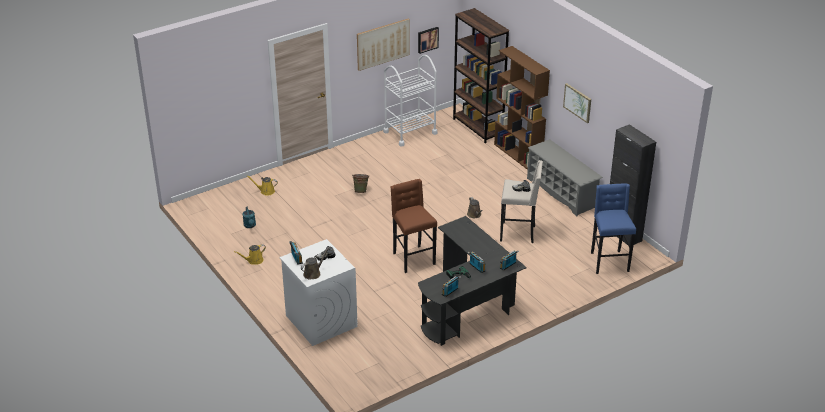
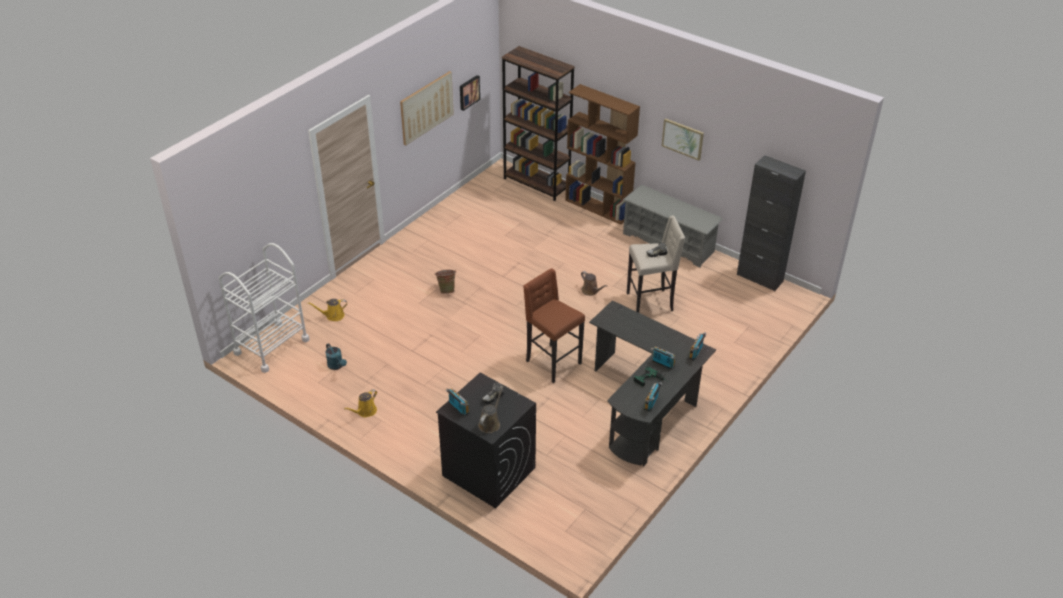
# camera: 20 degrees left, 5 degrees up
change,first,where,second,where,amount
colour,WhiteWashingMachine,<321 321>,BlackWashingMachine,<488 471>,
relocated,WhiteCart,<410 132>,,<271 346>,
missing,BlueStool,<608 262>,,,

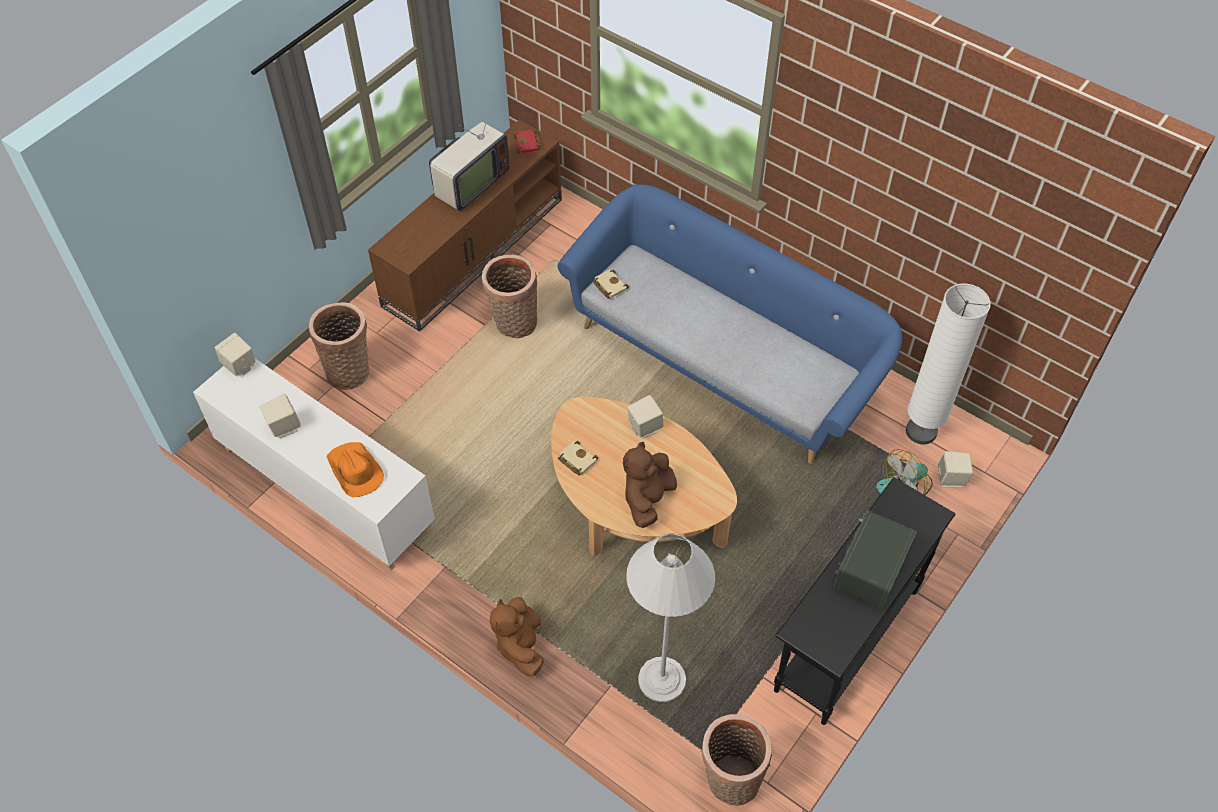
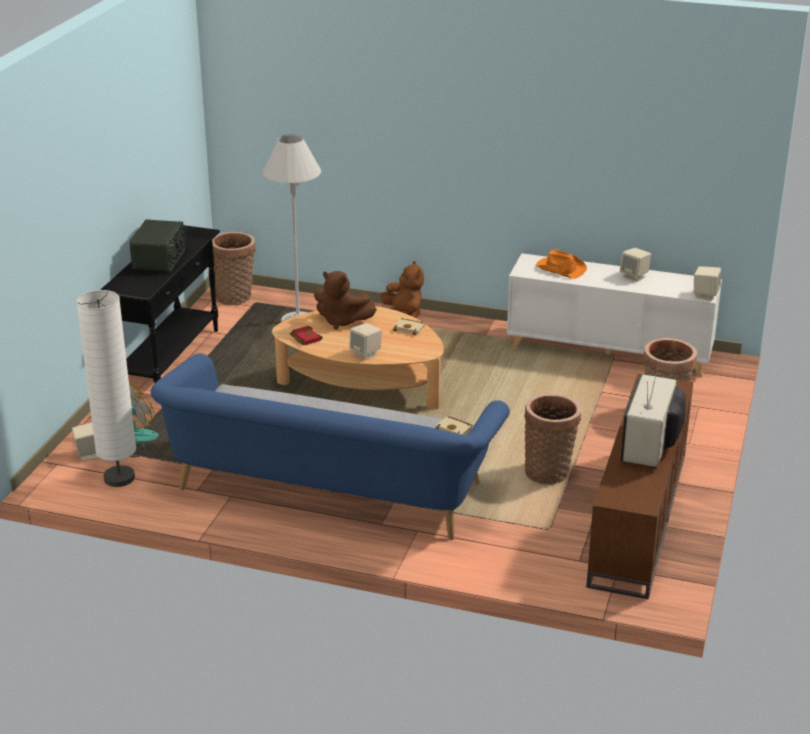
# camera: 160 degrees right, 25 degrees down
change,first,where,second,where,amount
relocated,RedBook,<528 144>,,<304 338>,
spun,BrownPlushToy,<647 499>,,<342 321>,105 degrees clockwise

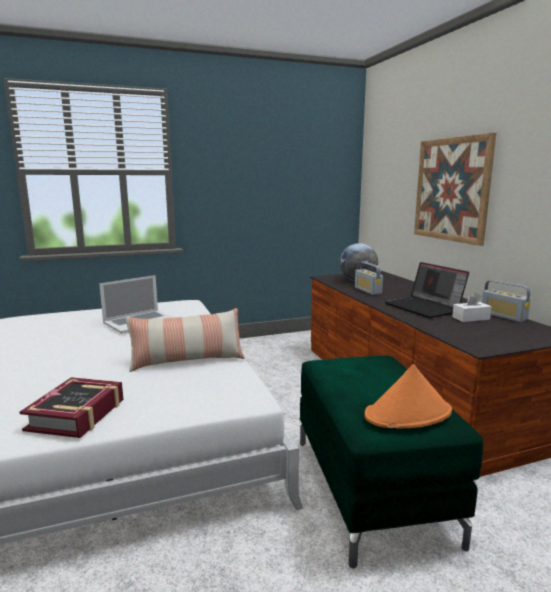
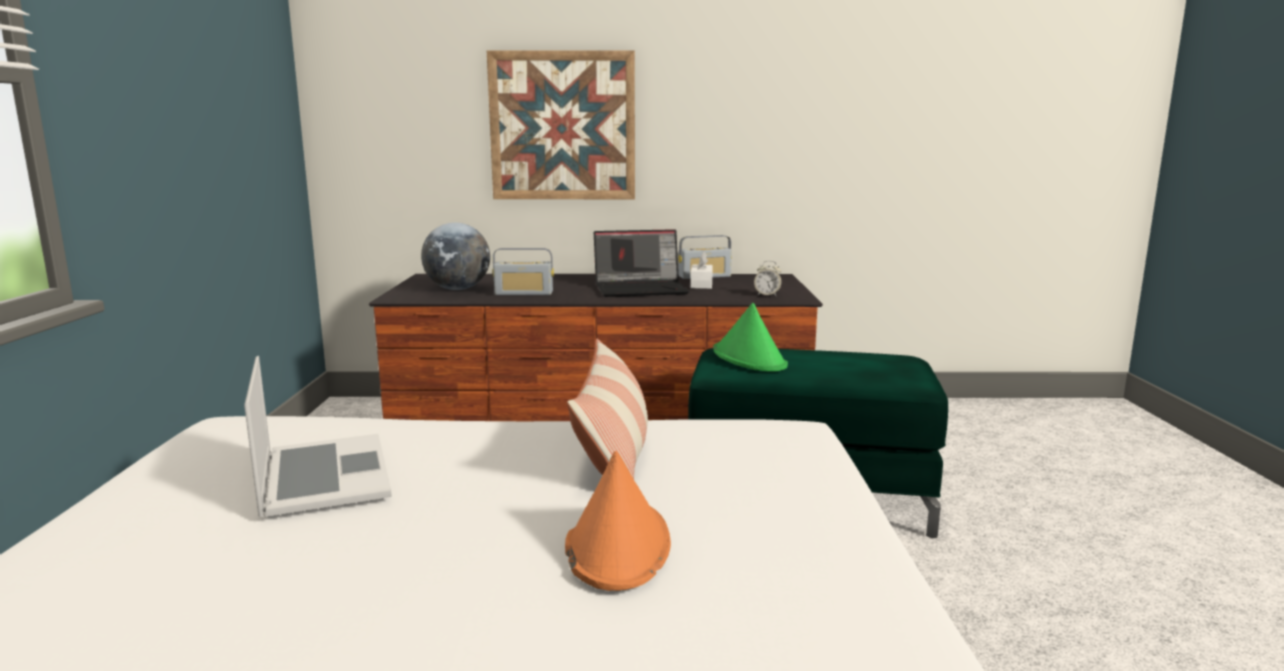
# camera: 70 degrees left, 0 degrees up
change,first,where,second,where,amount
missing,Book,<77 414>,,,
relocated,OrangeHat,<408 414>,,<617 545>,
appeared,,,GreenHat,<749 358>,
appeared,,,AlarmClock,<767 295>,

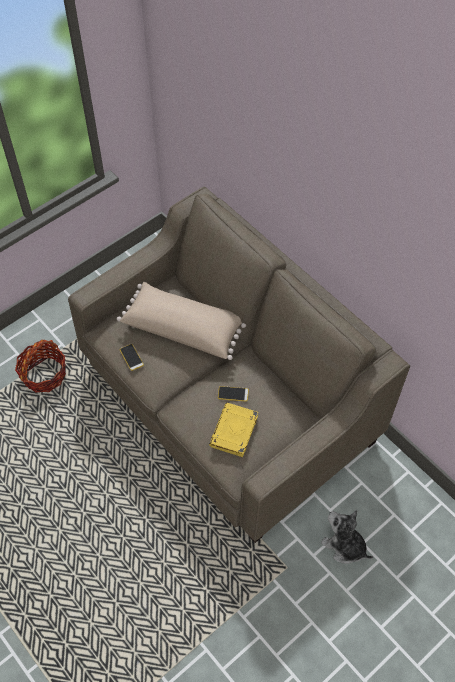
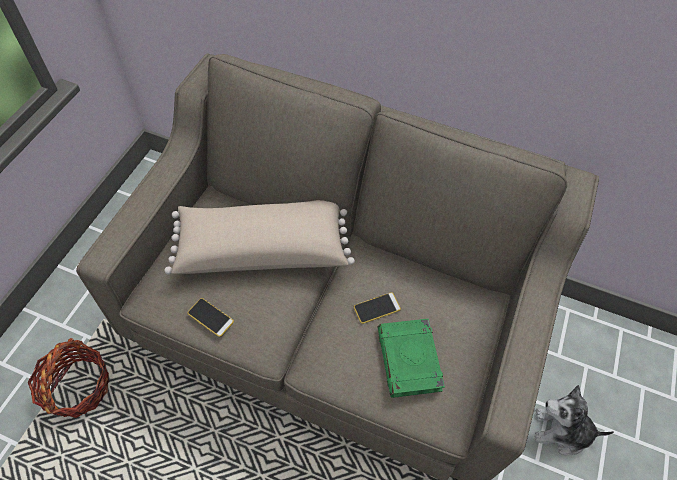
# camera: 30 degrees left, 0 degrees up
change,first,where,second,where,amount
colour,YellowBook,<234 432>,GreenBook,<409 360>,

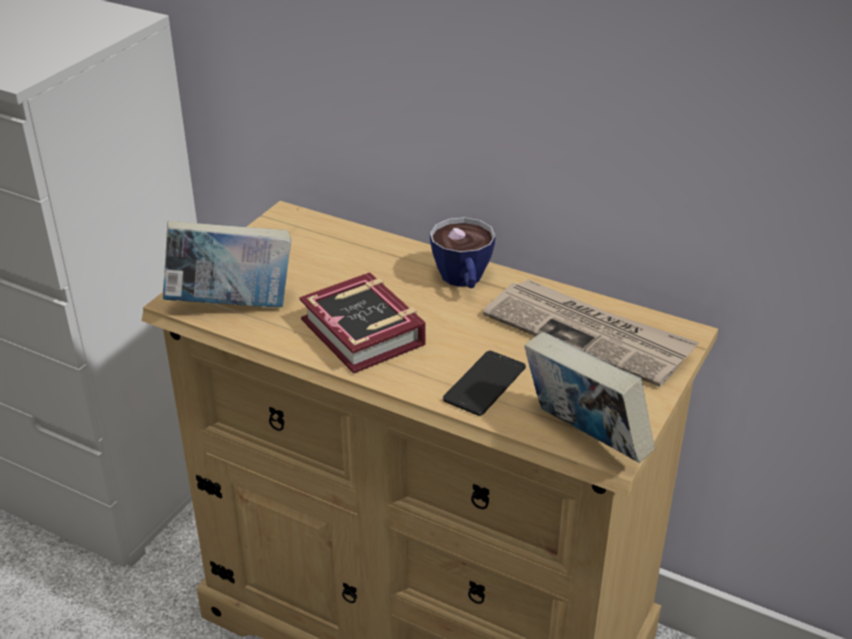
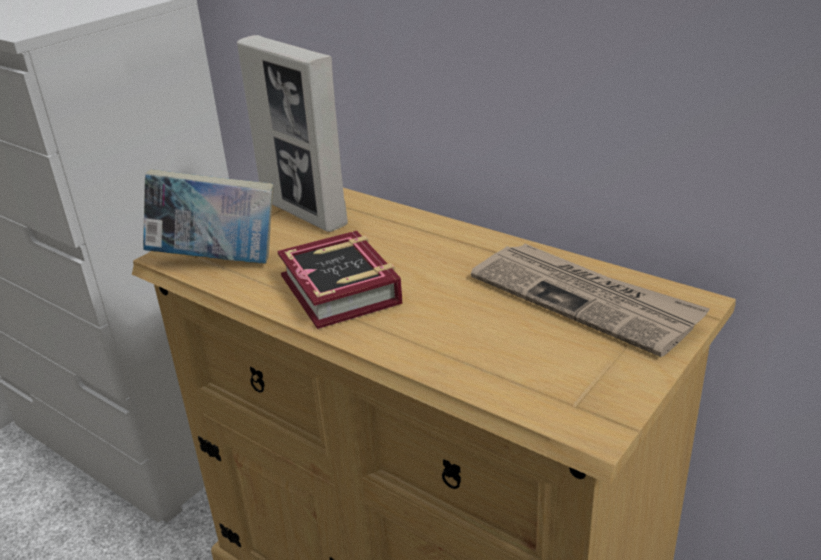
# camera: 10 degrees right, 5 degrees down
change,first,where,second,where,amount
missing,Cup,<463 281>,,,
missing,Phone,<485 384>,,,
missing,Book,<583 438>,,,
appeared,,,PictureFrame,<303 213>,

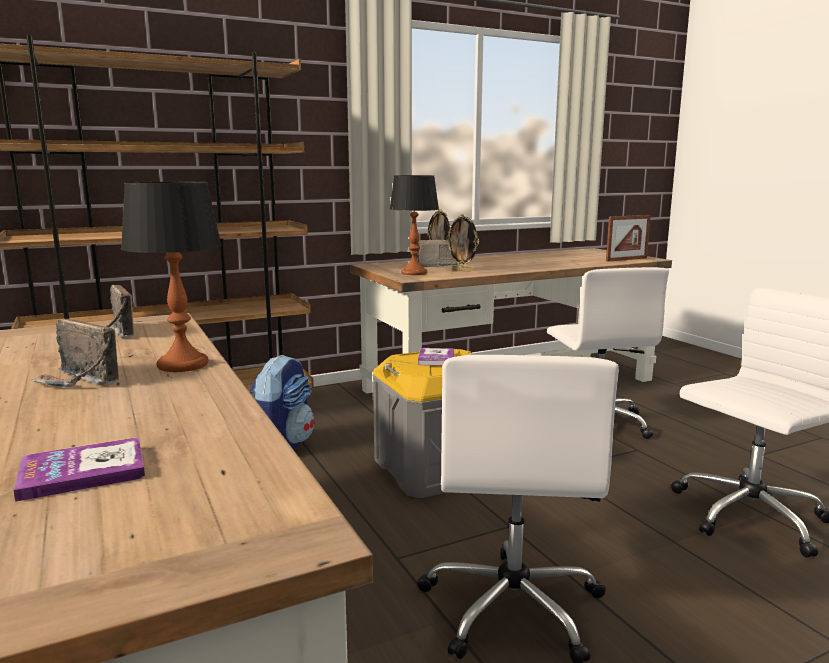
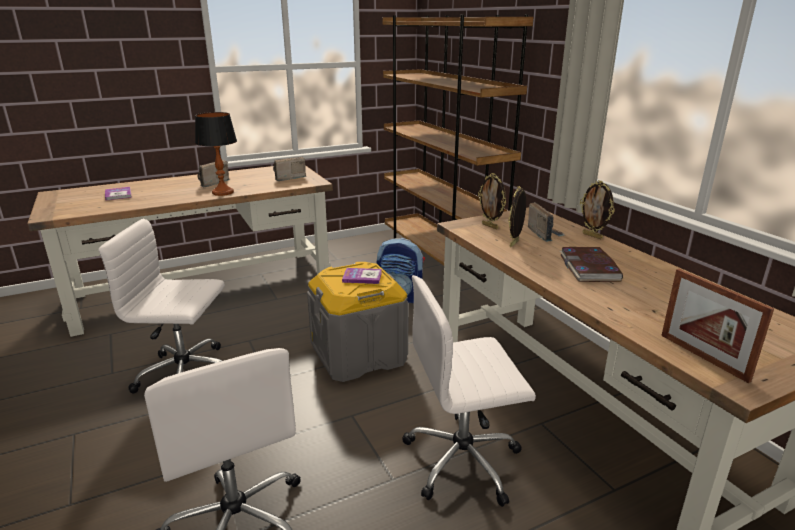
# camera: 90 degrees right, 10 degrees up
change,first,where,second,where,amount
exchanged,TableLamp,<414 273>,PictureFrame,<490 226>,
appeared,,,Book,<589 268>,

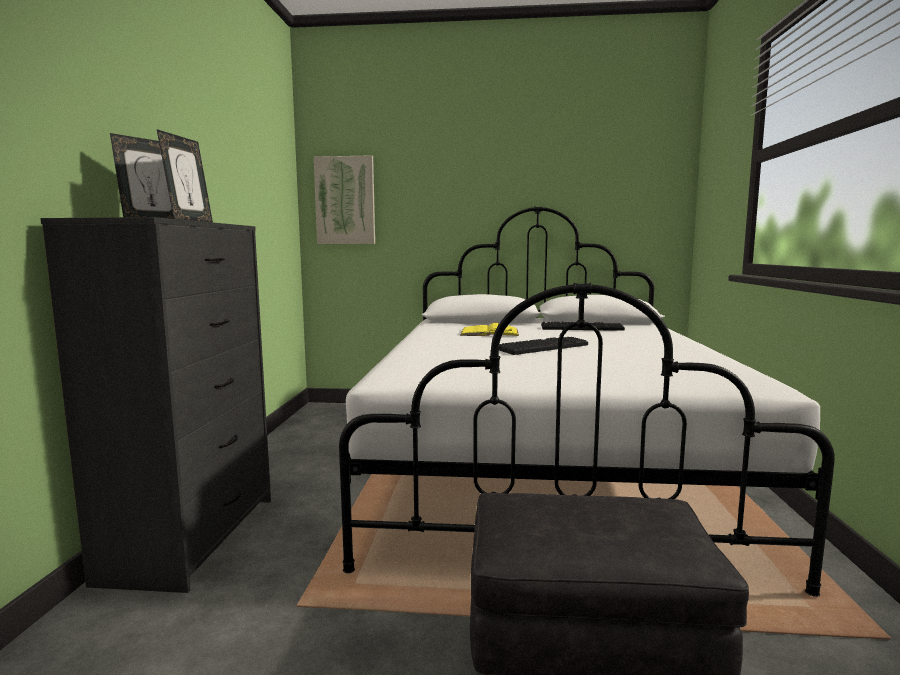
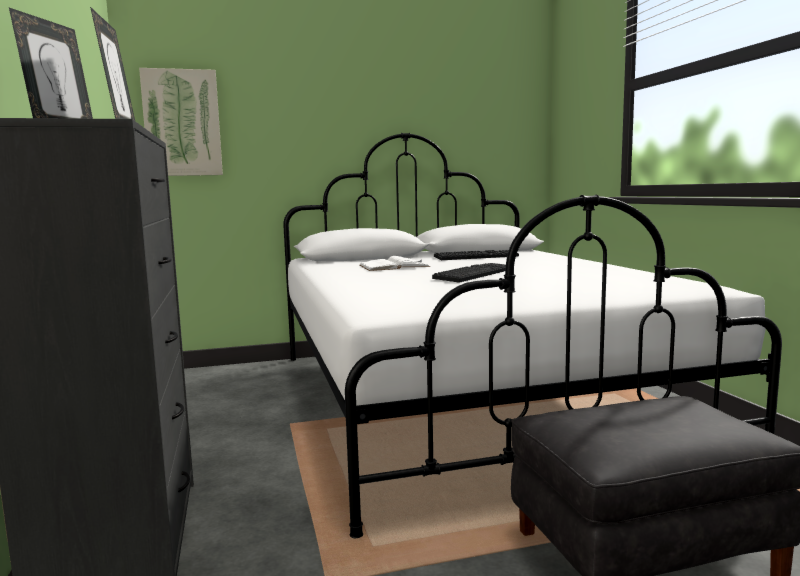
# camera: 20 degrees left, 0 degrees up
change,first,where,second,where,amount
colour,YellowBook,<489 332>,WhiteBook,<393 266>,

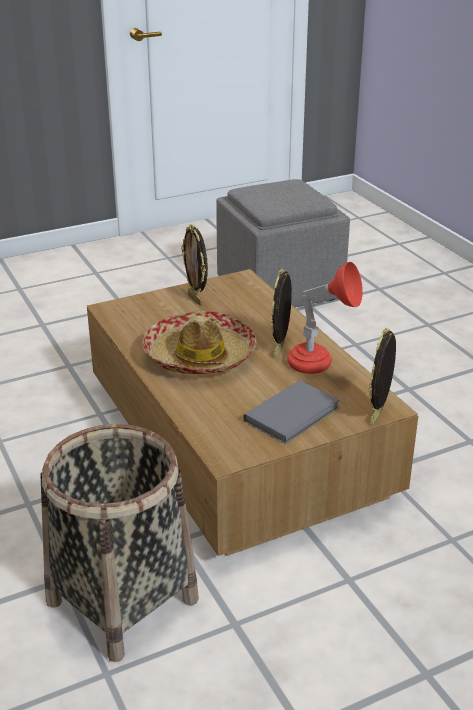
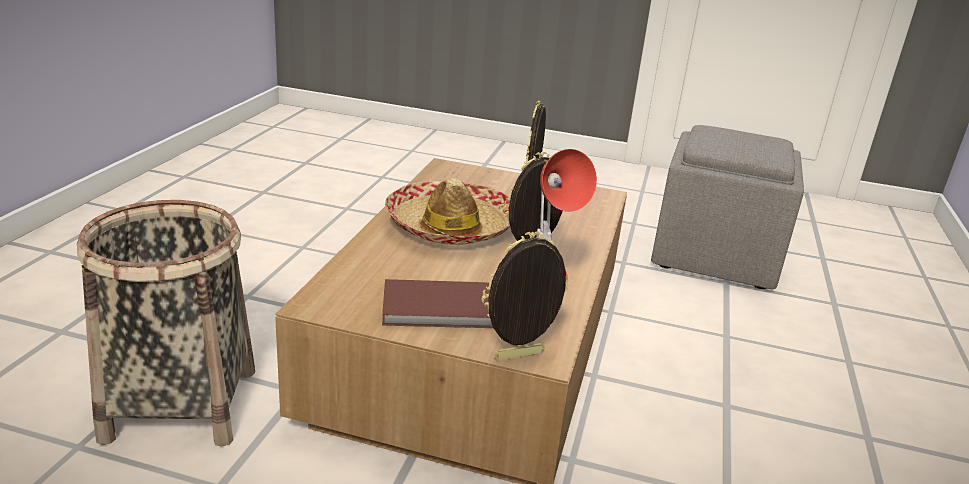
# camera: 40 degrees right, 5 degrees down
change,first,where,second,where,amount
colour,GreyBook,<294 415>,BrownBook,<439 309>,

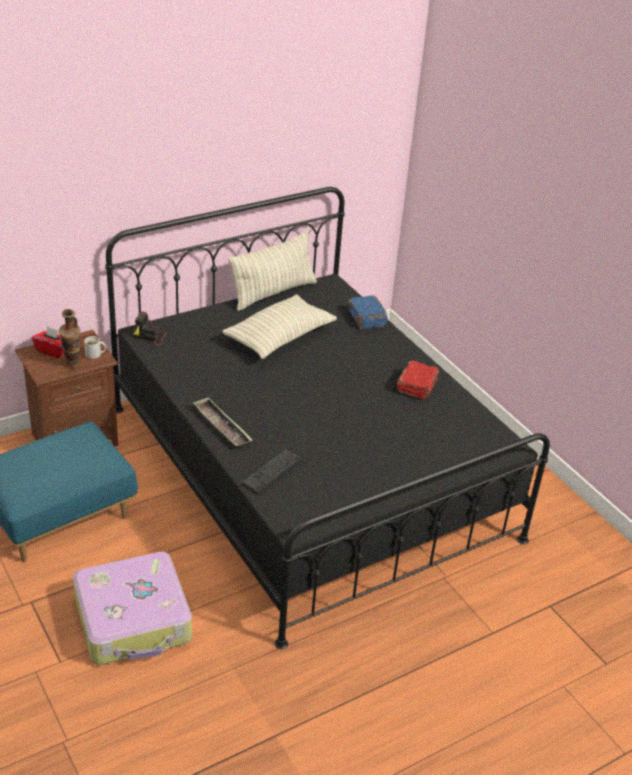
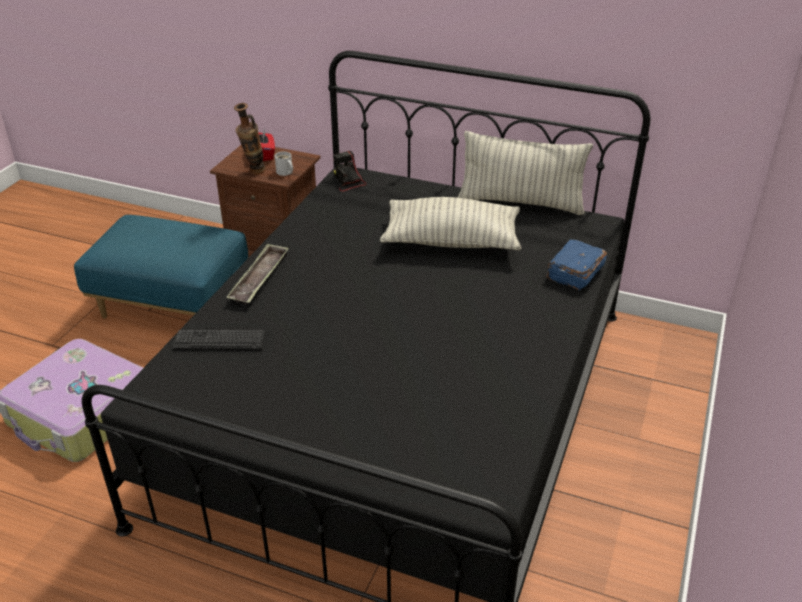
# camera: 55 degrees right, 0 degrees up
change,first,where,second,where,amount
missing,RedBook,<417 386>,,,

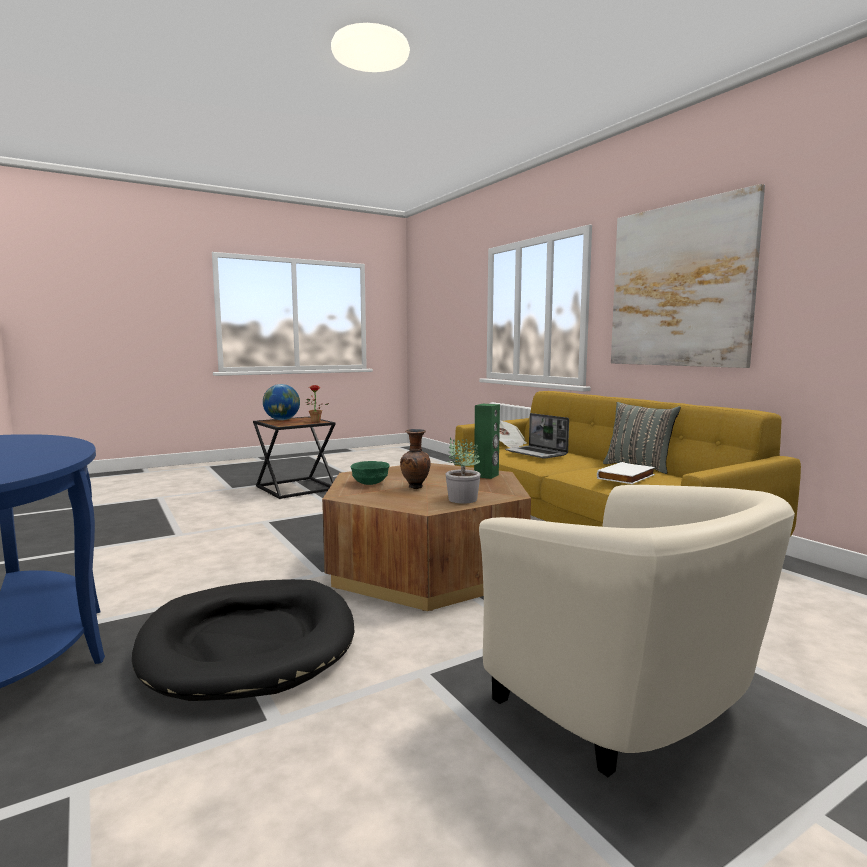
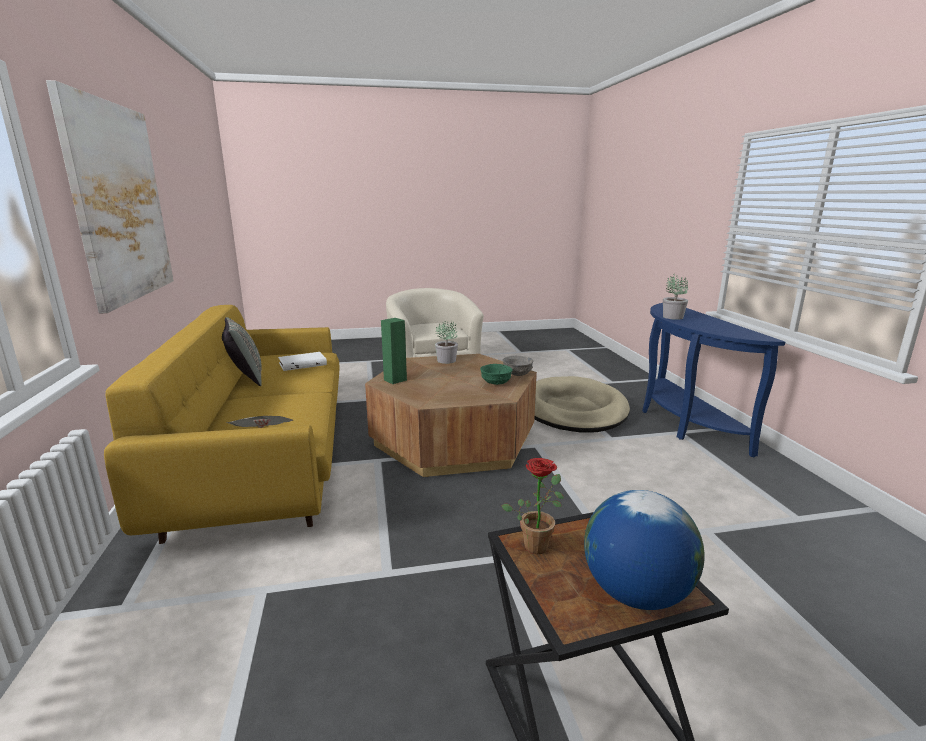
# camera: 160 degrees left, 10 degrees up
change,first,where,second,where,amount
colour,BlackDogBed,<249 643>,BeigeDogBed,<574 409>,
missing,BrownVase,<415 488>,,,
missing,Laptop,<537 453>,,,
appeared,,,GreyBowl,<517 373>,
appeared,,,PottedPlant,<672 317>,

